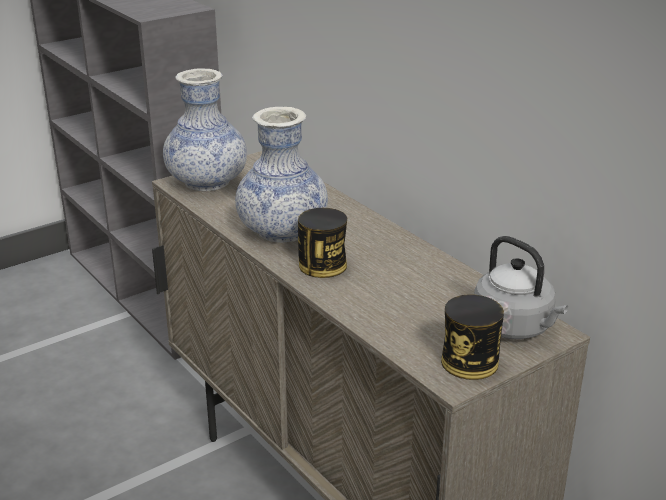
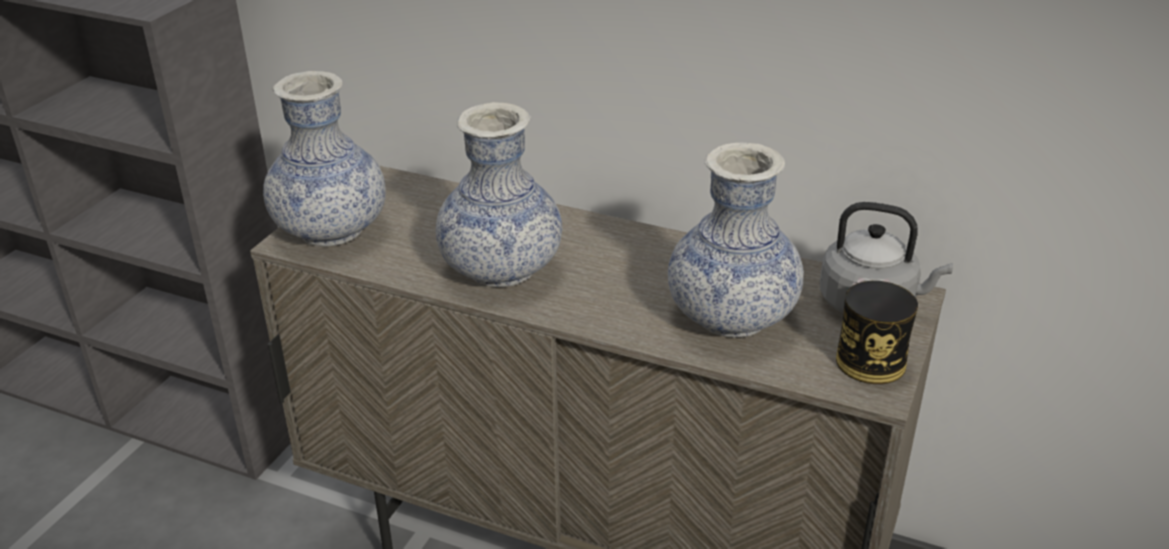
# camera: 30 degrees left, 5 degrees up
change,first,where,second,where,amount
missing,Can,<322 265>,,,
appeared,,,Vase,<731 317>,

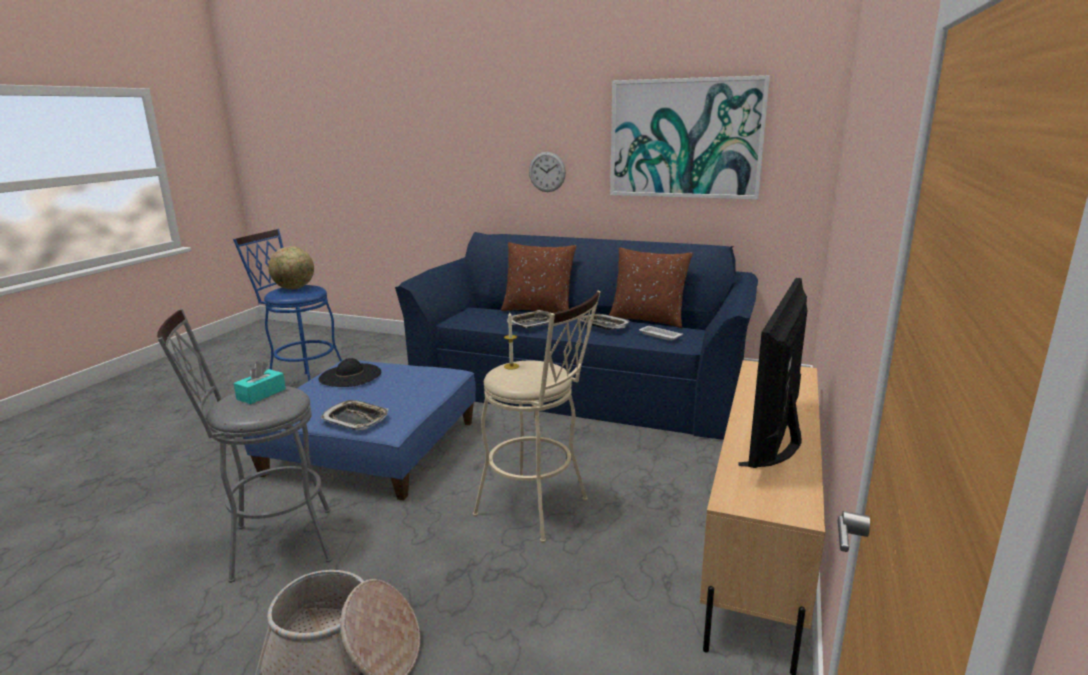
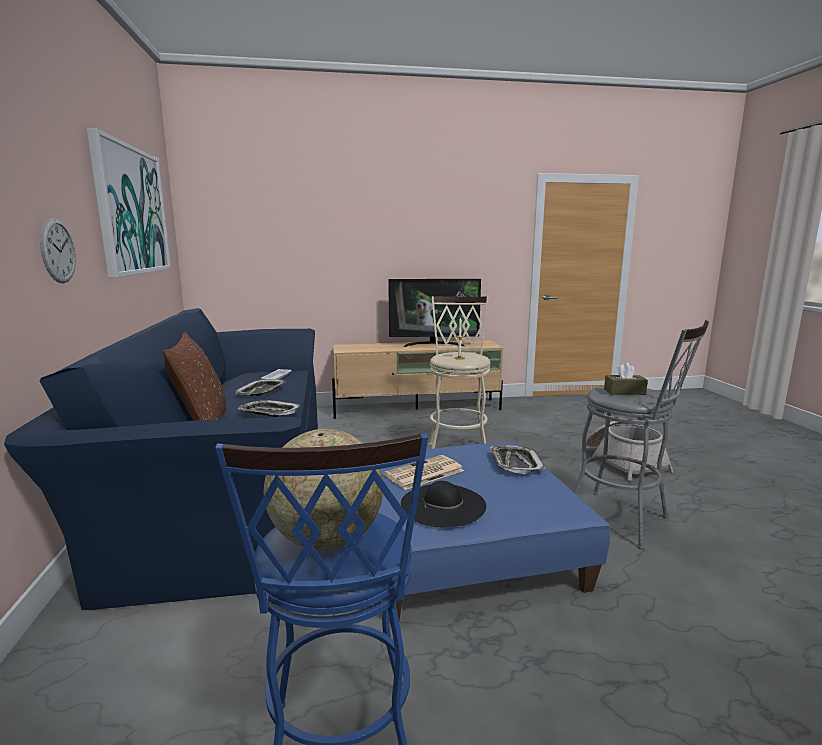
# camera: 120 degrees left, 5 degrees down
change,first,where,second,where,amount
colour,TurquoiseTissueBox,<261 394>,BrownTissueBox,<624 392>,
missing,BrownPillow,<648 320>,,,
appeared,,,Newspaper,<423 473>,

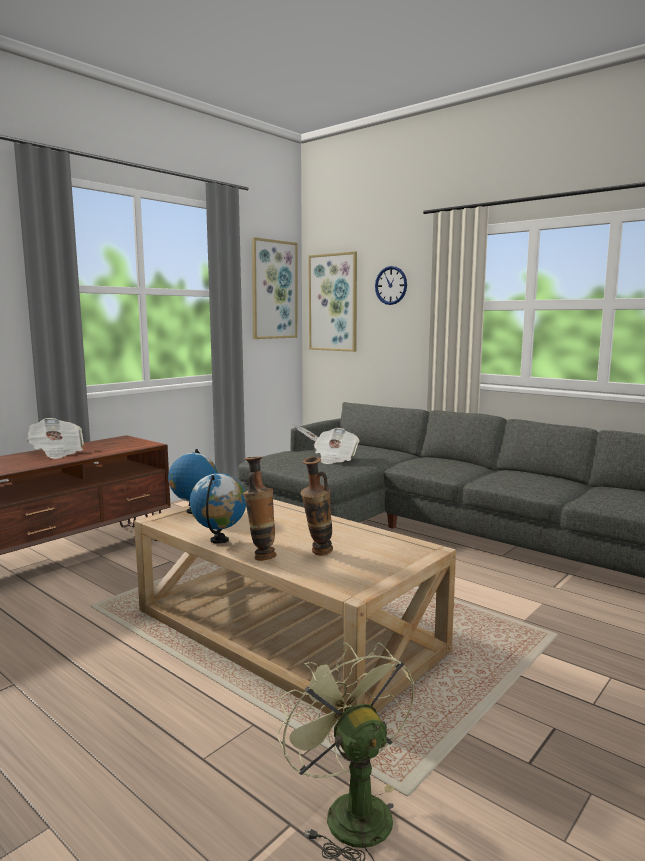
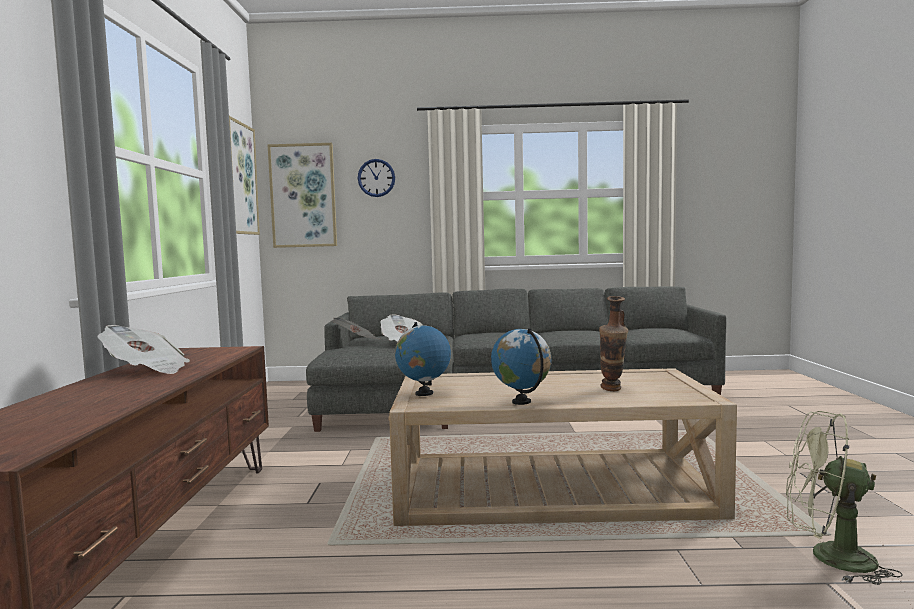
# camera: 40 degrees left, 5 degrees down
change,first,where,second,where,amount
missing,Vase,<261 556>,,,

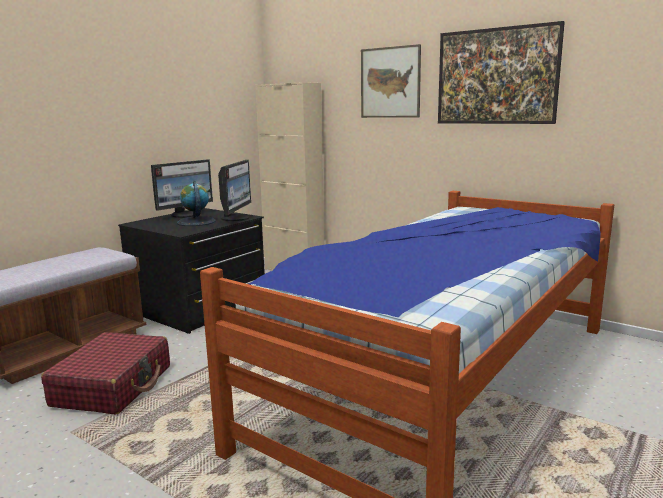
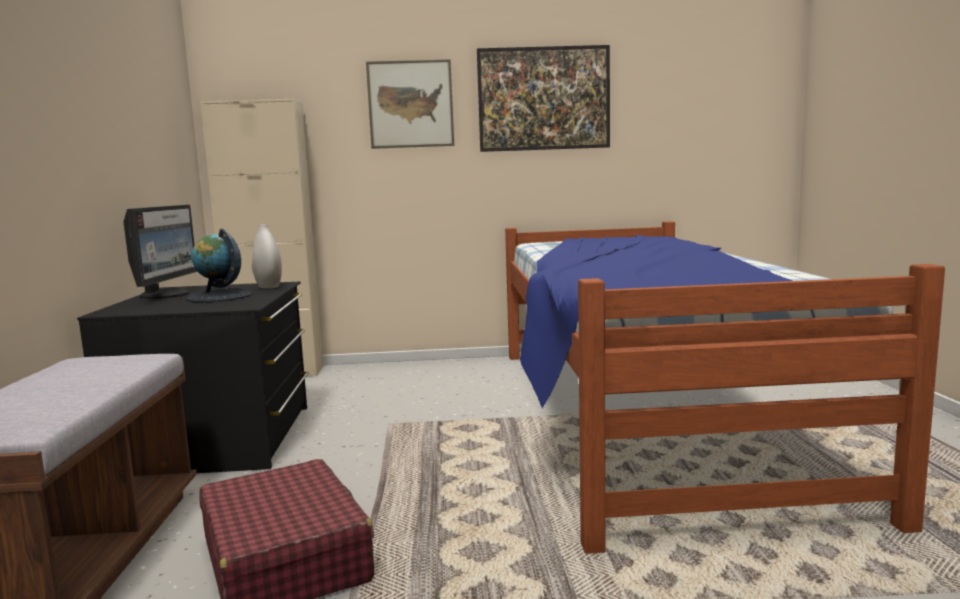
# camera: 40 degrees left, 5 degrees down
change,first,where,second,where,amount
exchanged,Monitor,<236 218>,WhiteVase,<268 287>,

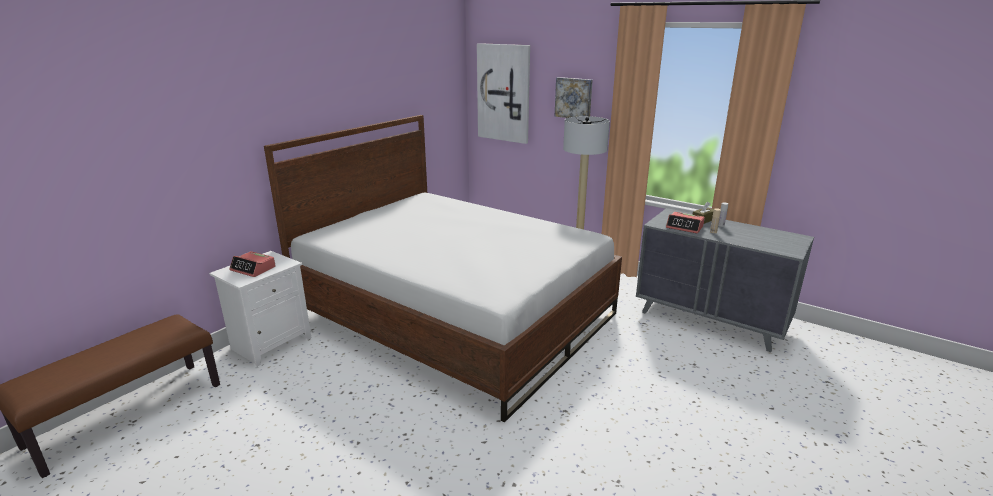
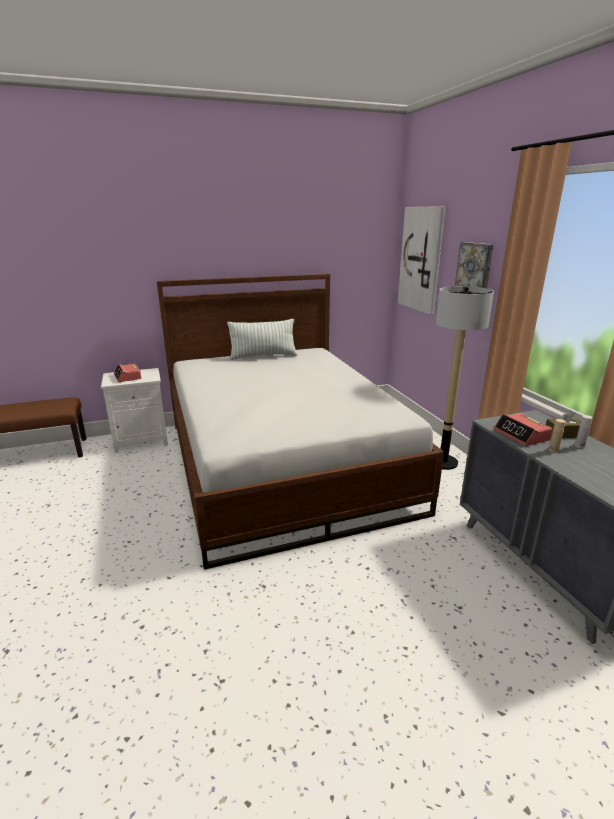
# camera: 35 degrees right, 0 degrees up
change,first,where,second,where,amount
appeared,,,Pillow,<263 356>,

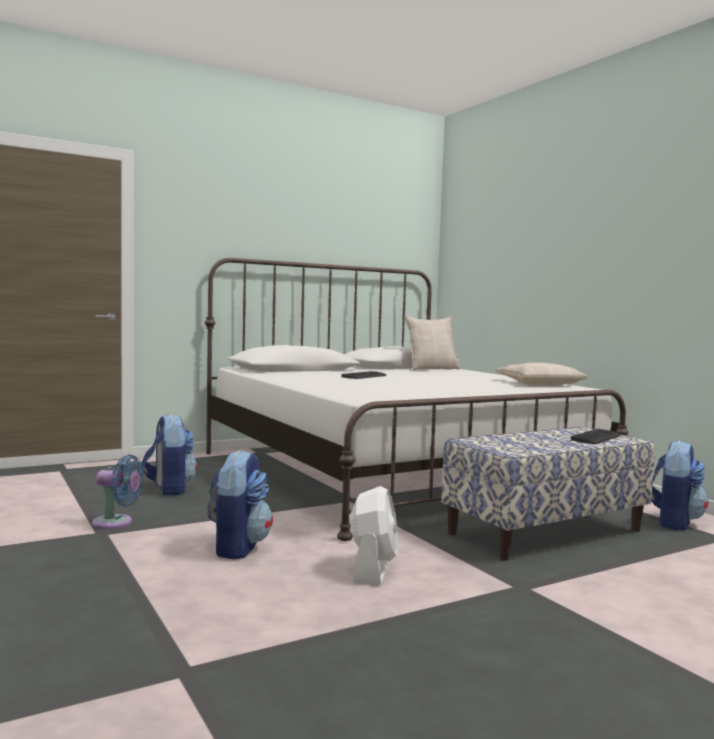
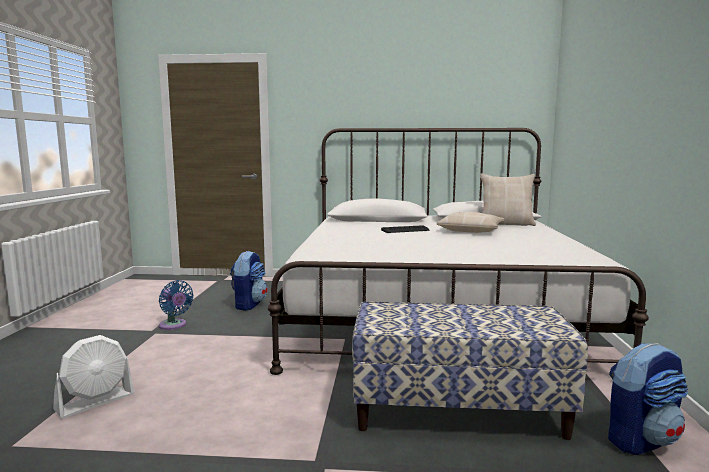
# camera: 35 degrees right, 5 degrees up
change,first,where,second,where,amount
missing,Backpack,<237 547>,,,
relocated,WhiteFan,<373 568>,,<95 402>,
relocated,BeigePillow,<539 383>,,<471 230>,
missing,Keyboard,<596 438>,,,

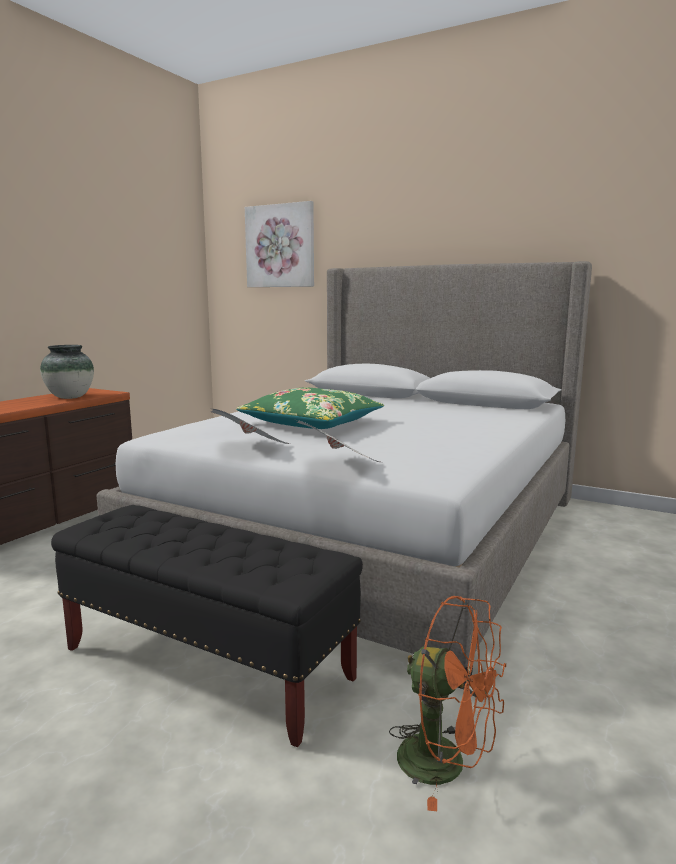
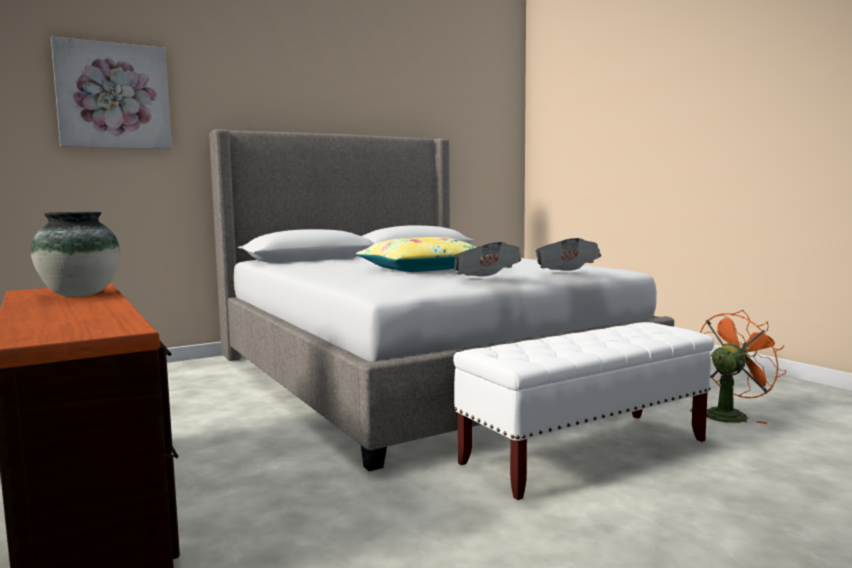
# camera: 60 degrees left, 5 degrees down
change,first,where,second,where,amount
colour,BlackBench,<207 664>,WhiteBench,<586 452>,
colour,GreenPillow,<312 423>,YellowPillow,<421 270>,

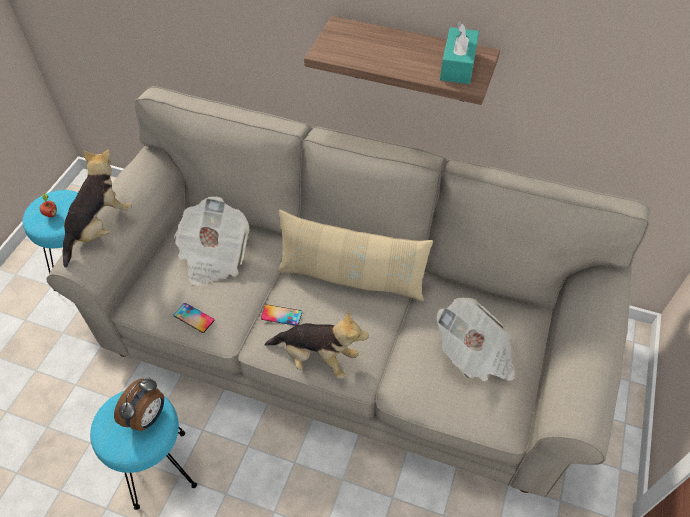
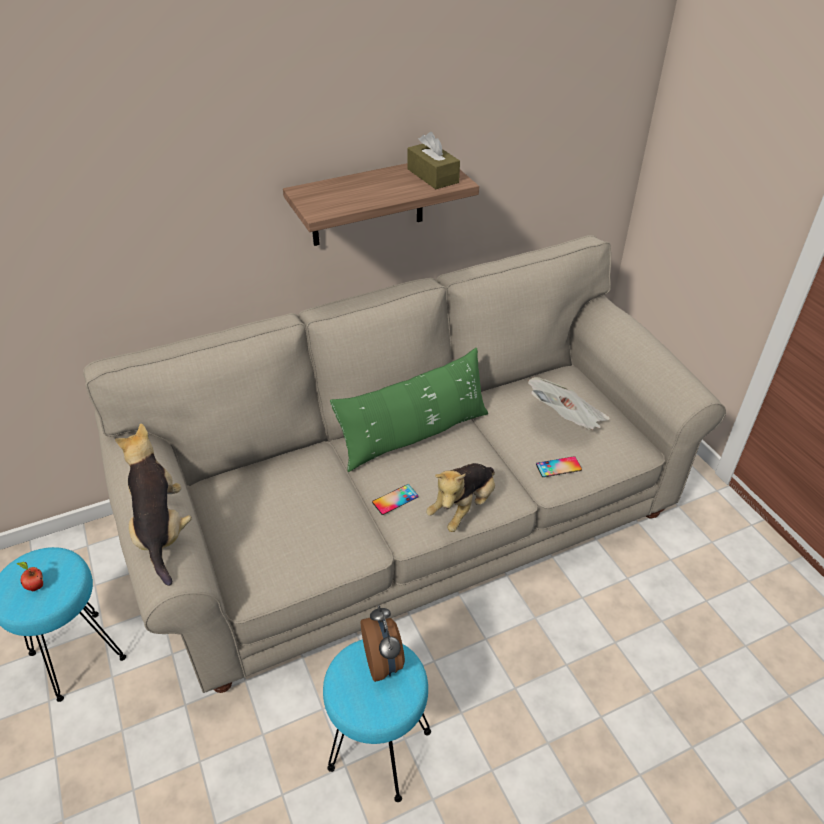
# camera: 45 degrees left, 10 degrees down
change,first,where,second,where,amount
missing,Newspaper,<213 255>,,,
relocated,Phone,<194 318>,,<558 467>,
spun,PlushToy,<317 358>,,<463 507>,150 degrees clockwise
colour,BeigePillow,<351 277>,GreenPillow,<414 435>,
colour,TurquoiseTissueBox,<458 65>,BrownTissueBox,<432 176>,

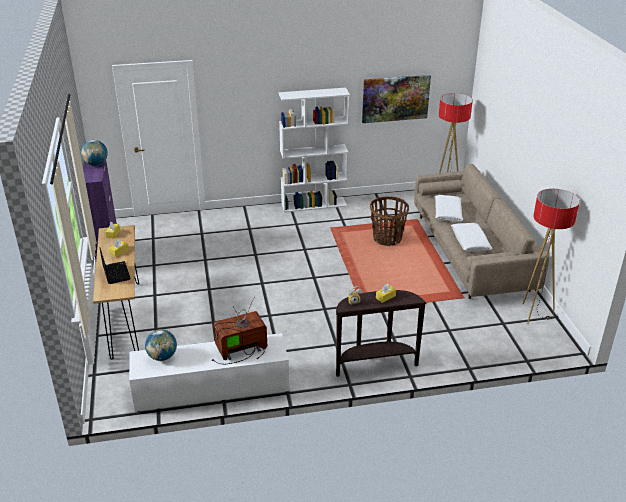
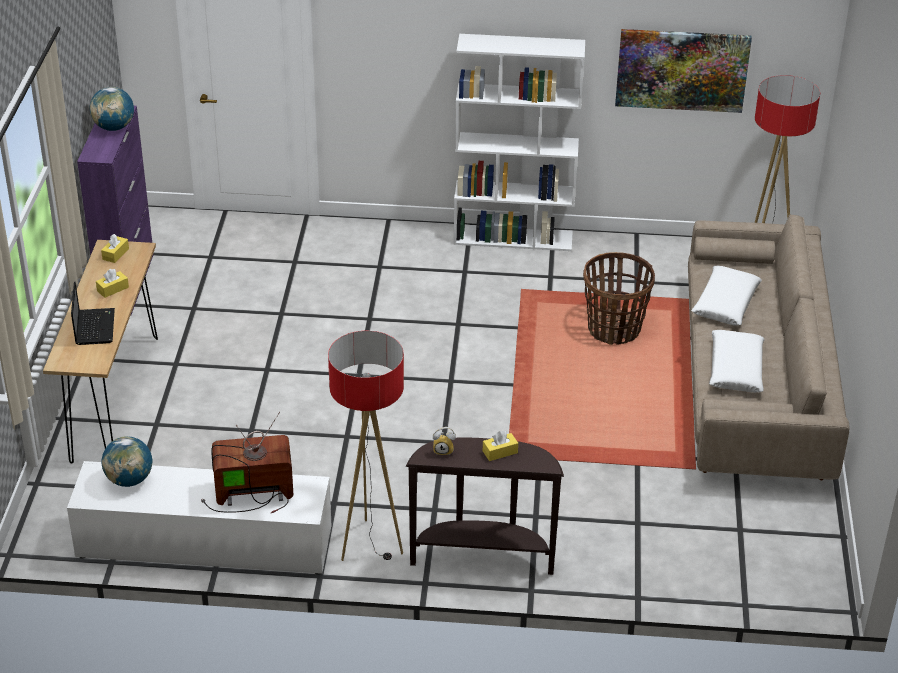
# camera: 15 degrees right, 5 degrees up
change,first,where,second,where,amount
relocated,FloorLamp,<535 314>,,<370 545>,

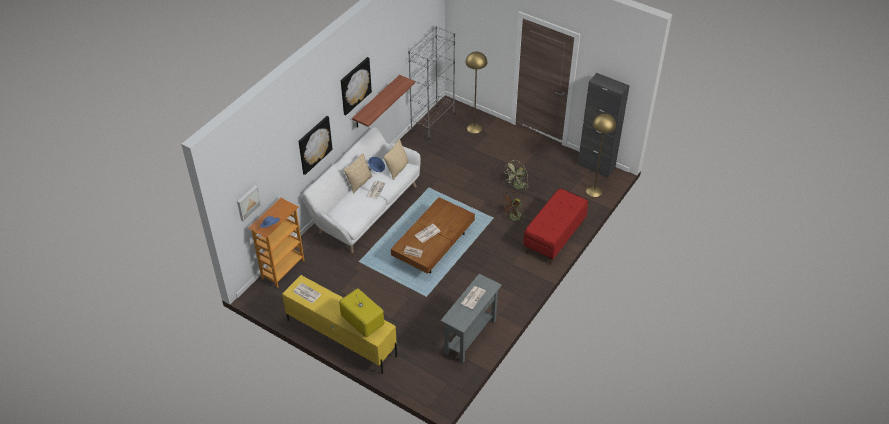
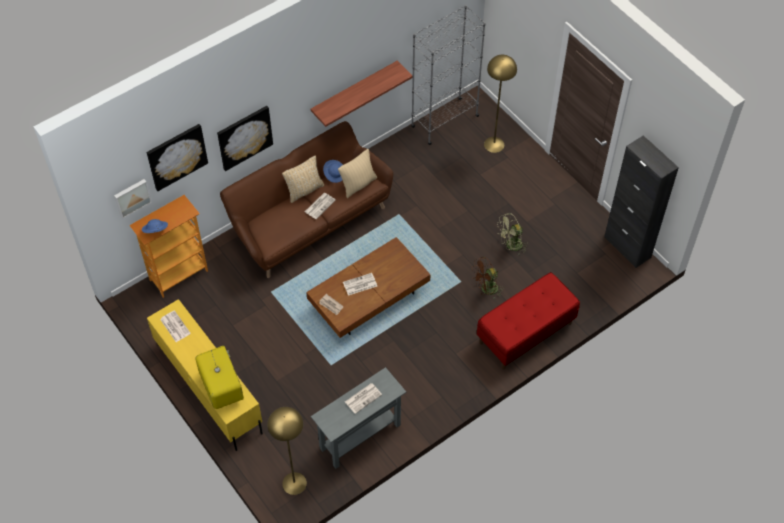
# camera: 20 degrees right, 10 degrees up
change,first,where,second,where,amount
colour,WhiteSofa,<365 208>,BrownSofa,<309 221>,
relocated,Picture,<355 85>,,<177 156>,
relocated,YellowFloorLamp,<594 191>,,<294 483>,

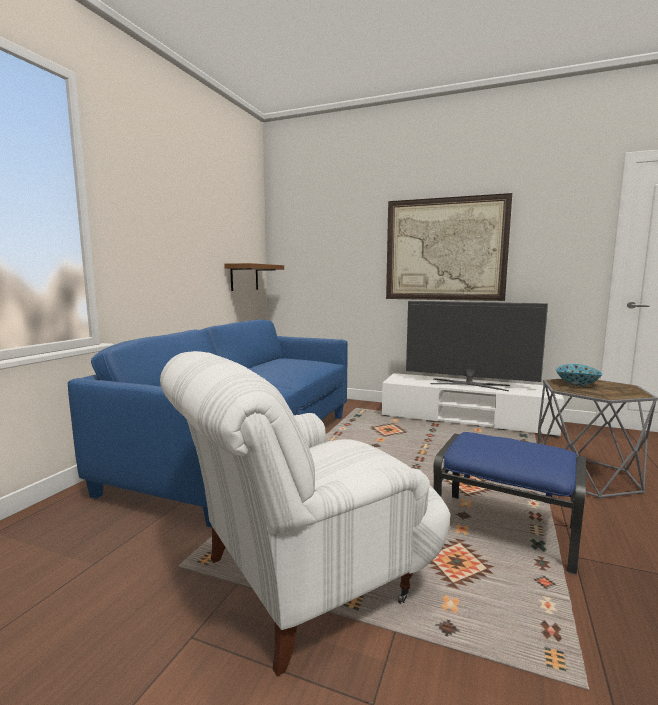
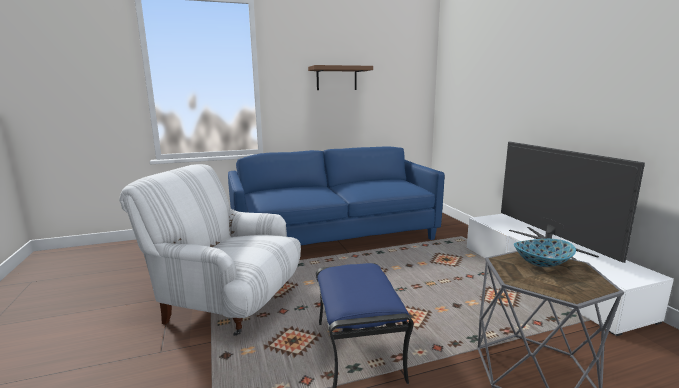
# camera: 50 degrees right, 5 degrees up
change,first,where,second,where,amount
relocated,BrownShelf,<244 277>,,<336 78>,
missing,Picture,<445 249>,,,

